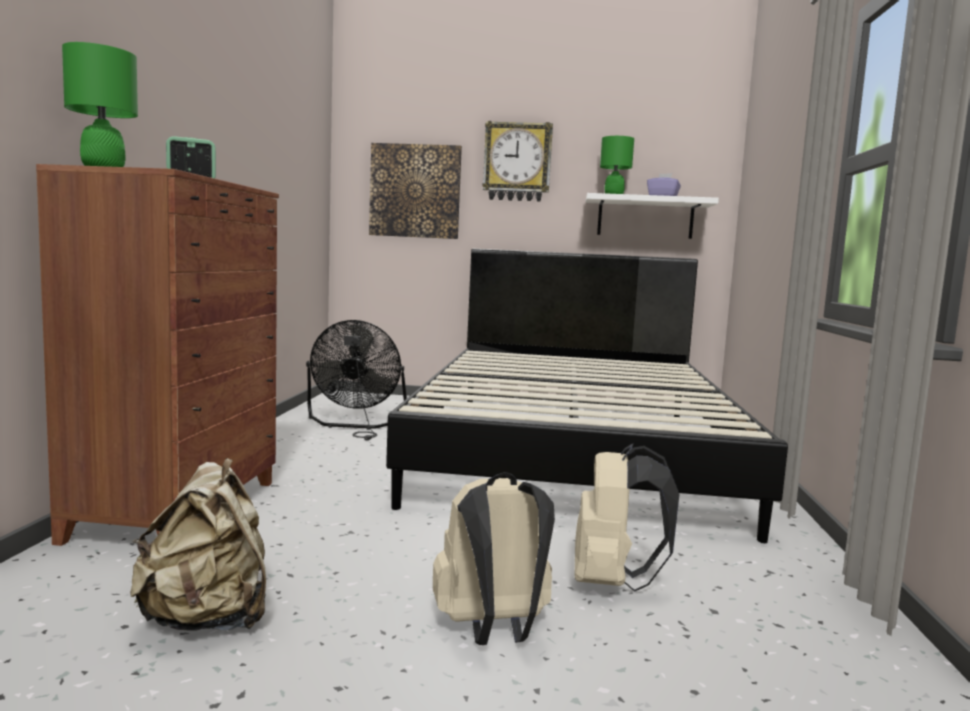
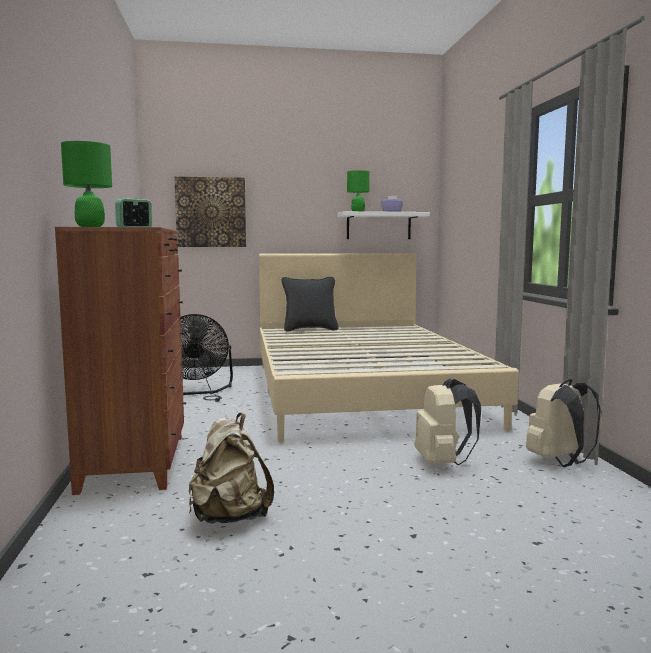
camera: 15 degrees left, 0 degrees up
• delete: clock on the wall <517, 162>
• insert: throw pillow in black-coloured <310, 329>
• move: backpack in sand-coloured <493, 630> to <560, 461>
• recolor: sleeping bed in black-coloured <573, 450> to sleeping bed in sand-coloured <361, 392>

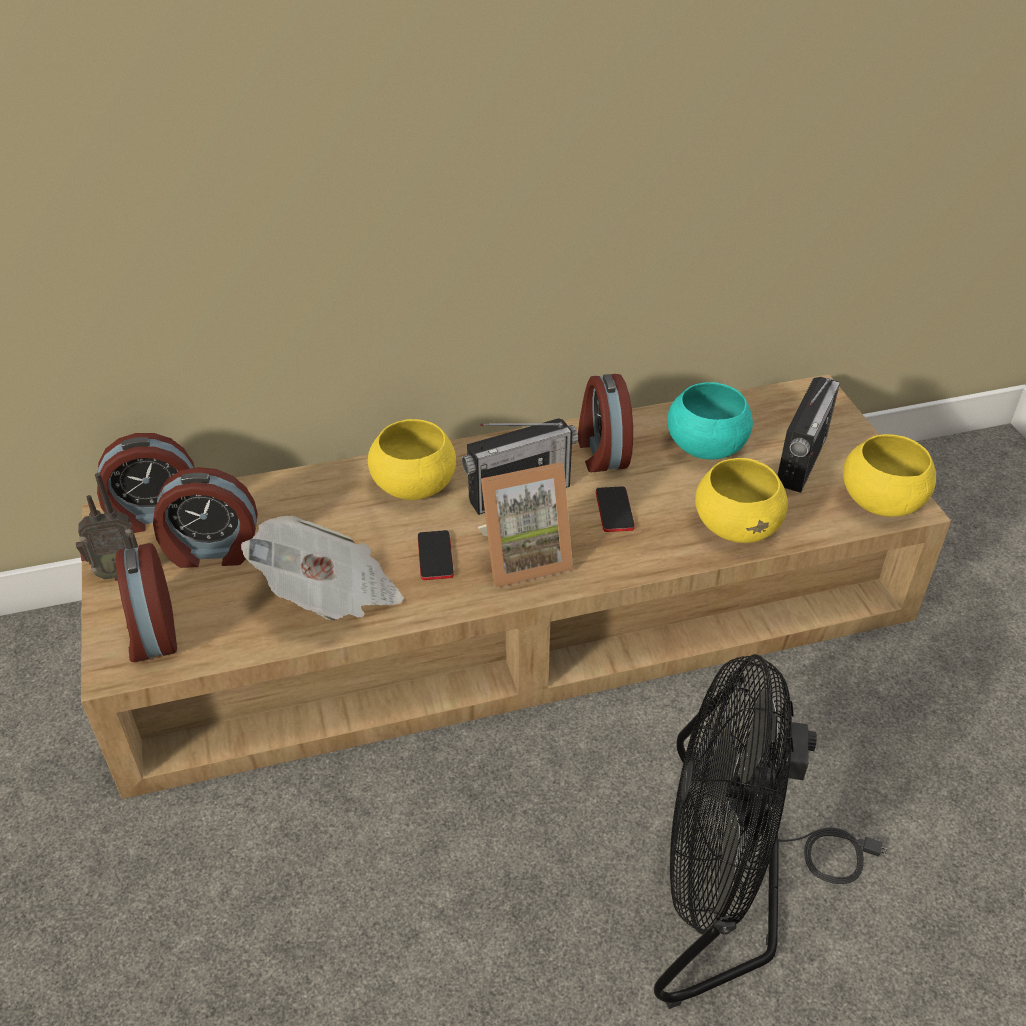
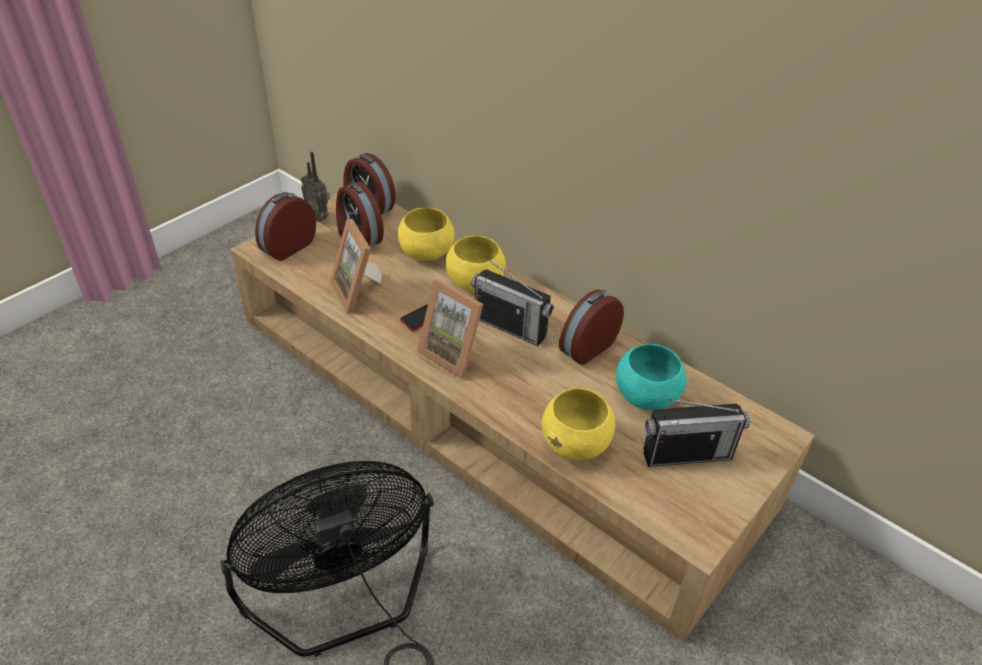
camera: 55 degrees right, 0 degrees up
• delete: telephone <614, 510>
• move: bowl in yellow <881, 503> to <425, 253>
• replace: printed paper <330, 596> to picture frame <359, 292>

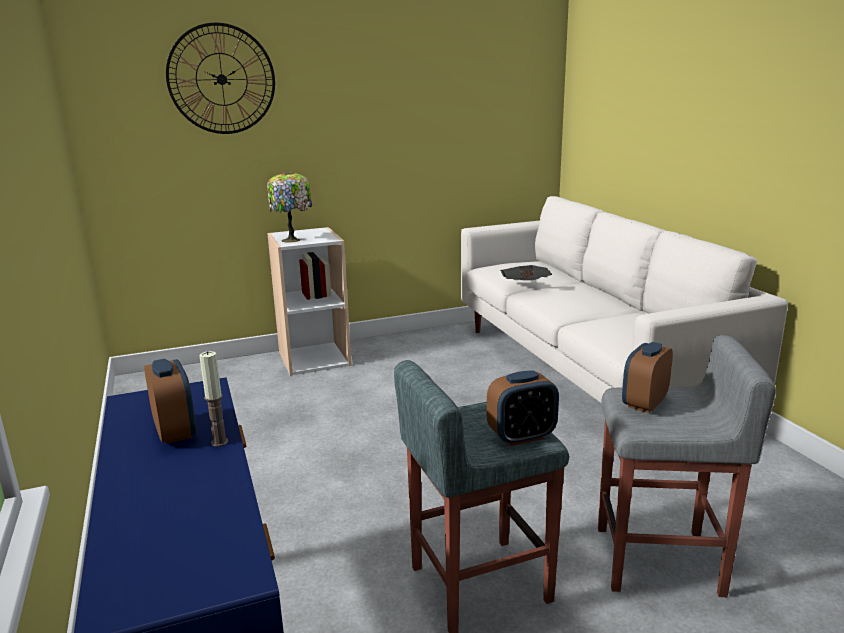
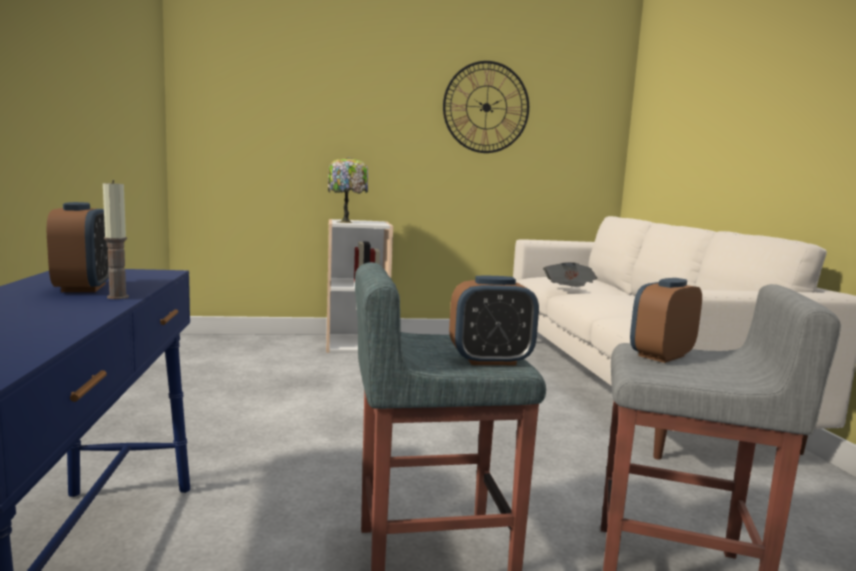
camera: 10 degrees right, 10 degrees down
• move: clock on the wall <221, 79> to <486, 107>

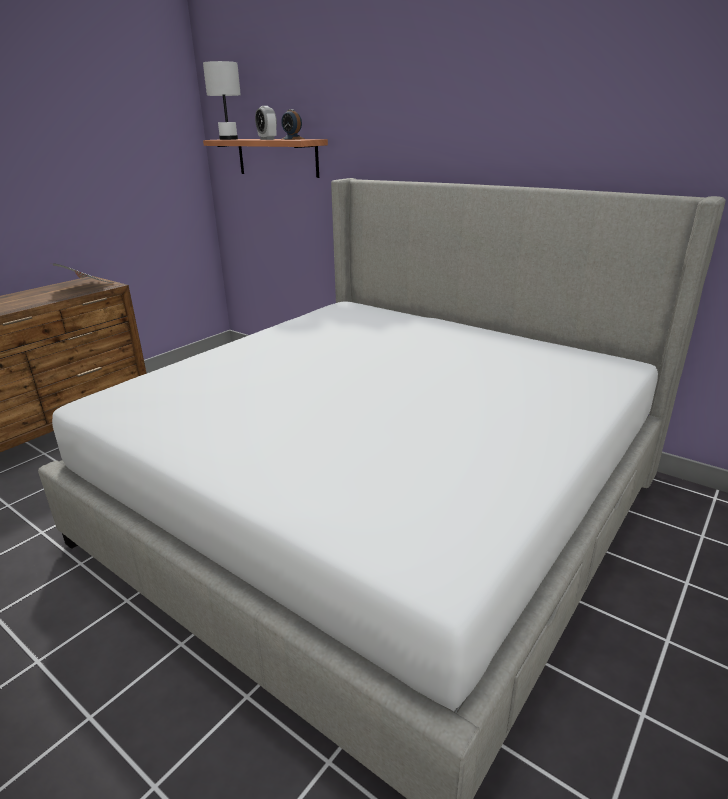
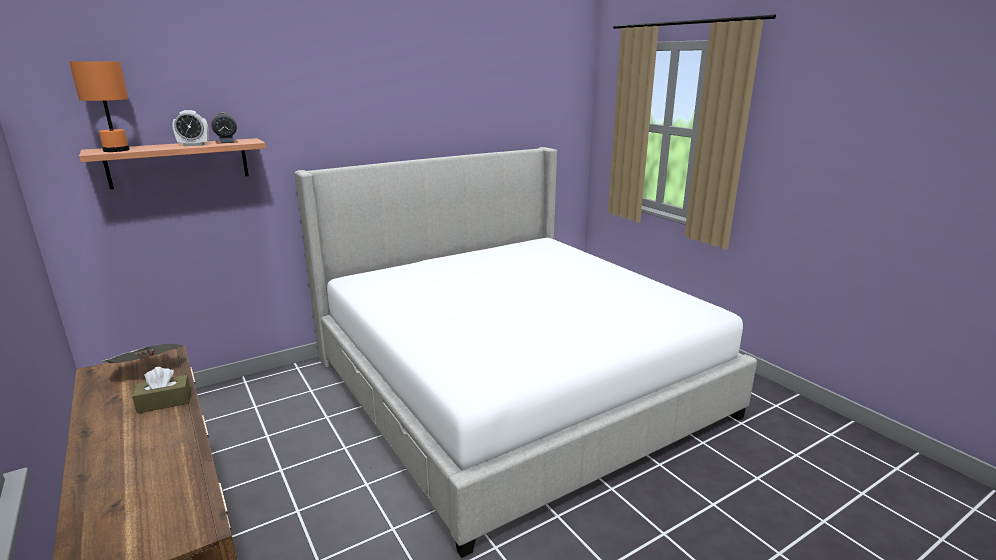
camera: 70 degrees left, 5 degrees down
• insert: tissue box in brownish <165, 402>
• recolor: lamp for a table in white-coloured <228, 139> to lamp for a table in orangey <115, 150>

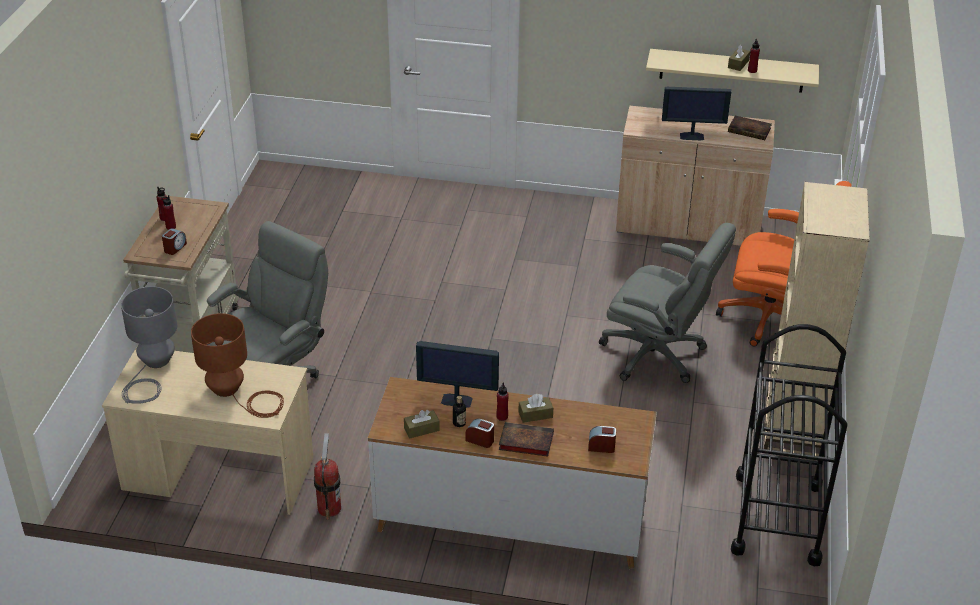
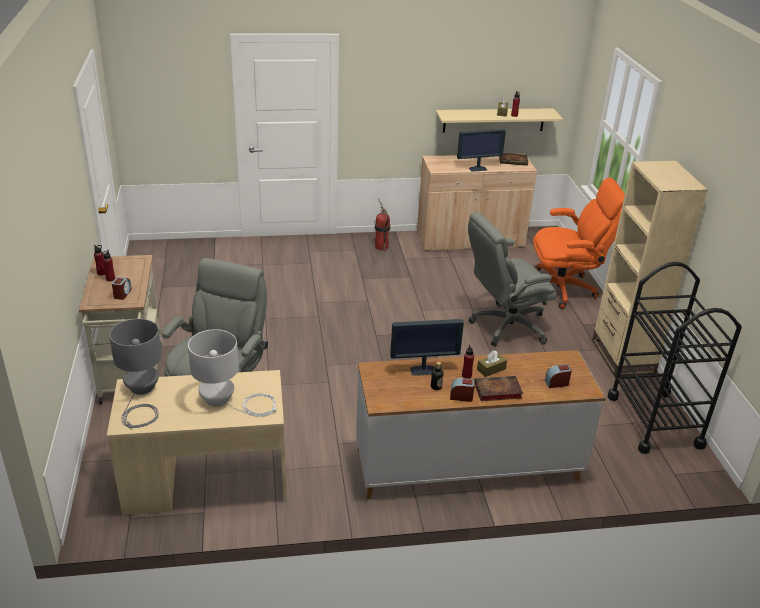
camera: 20 degrees left, 5 degrees down
• delete: tissue box in brownish <421, 429>
• move: fire-fighting cylinder <329, 508> to <381, 246>
• recolor: lamp for a table in brownish <240, 394> to lamp for a table in grey <233, 401>
• rotate: office chair in grey <659, 357> = <504, 327> 150 degrees clockwise

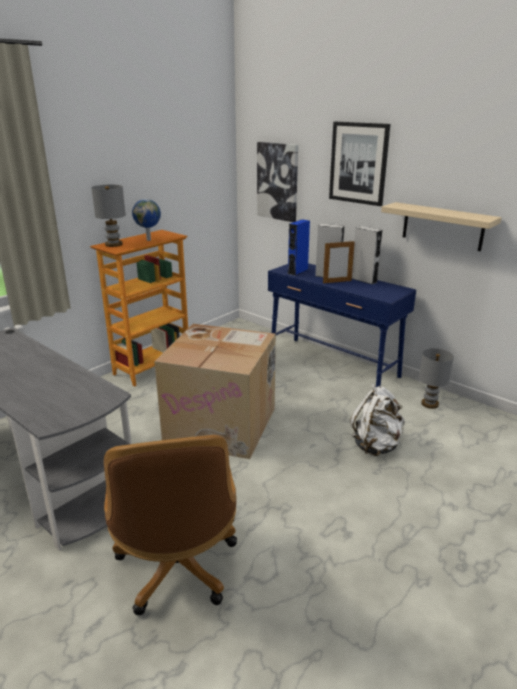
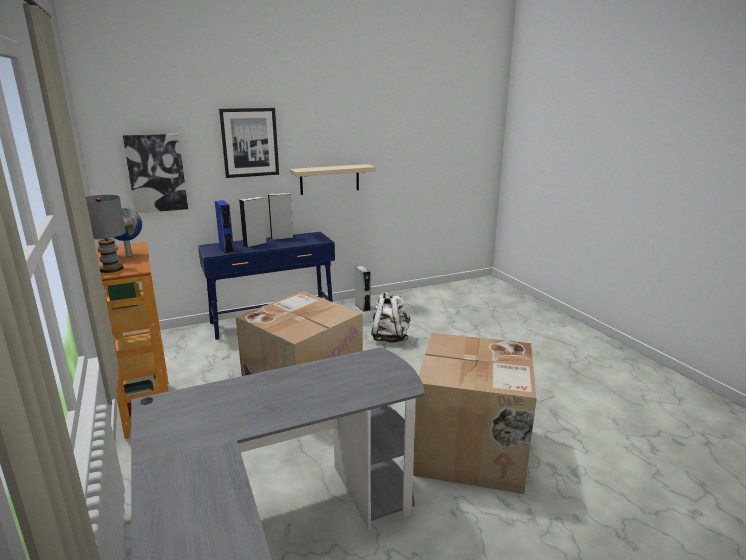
camera: 65 degrees left, 5 degrees down
• delete: picture frame <337, 282>
• replace: office chair in brownish <178, 576> to carton <472, 450>
• replace: lamp for a table in grey <430, 404> to loudspeaker in grey <362, 307>

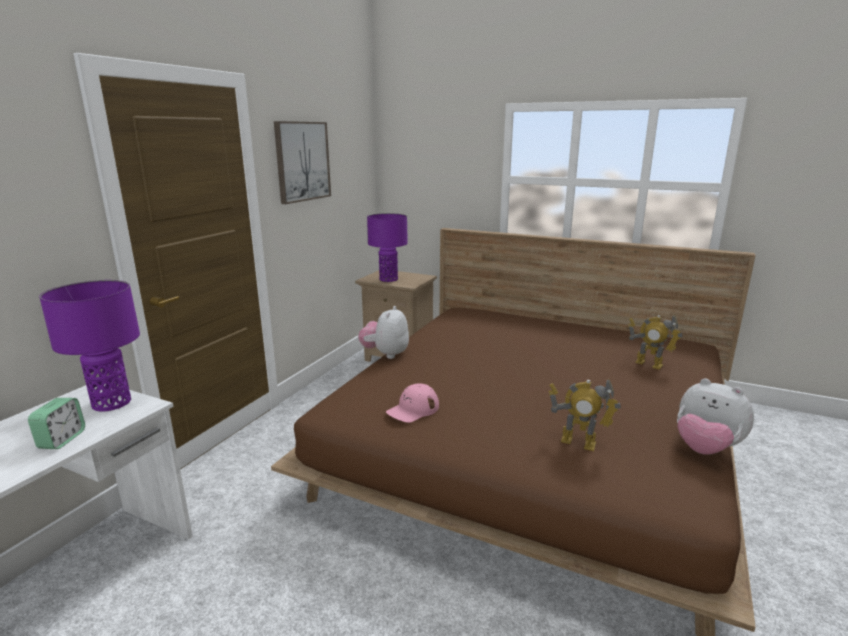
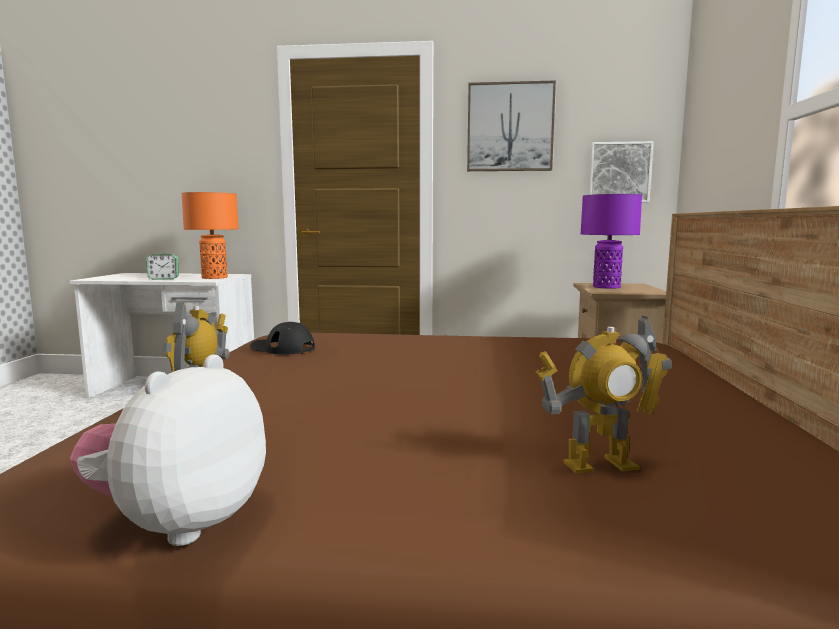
camera: 70 degrees right, 10 degrees down
• delete: plush toy <385, 354>
• insert: picture <619, 173>
• recolor: lamp for a table in purple-coloured <112, 403> to lamp for a table in orangey <214, 277>
• recolor: cap in pink <413, 409> to cap in black-coloured <282, 348>
• rotate: model robot <649, 364> = <600, 464> 120 degrees counterclockwise

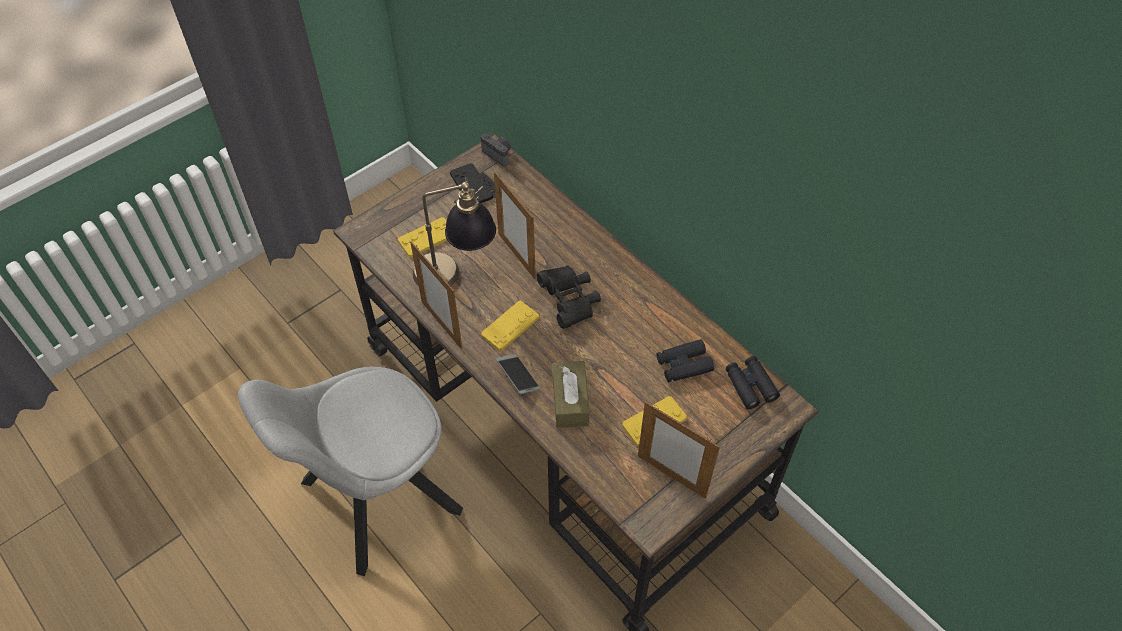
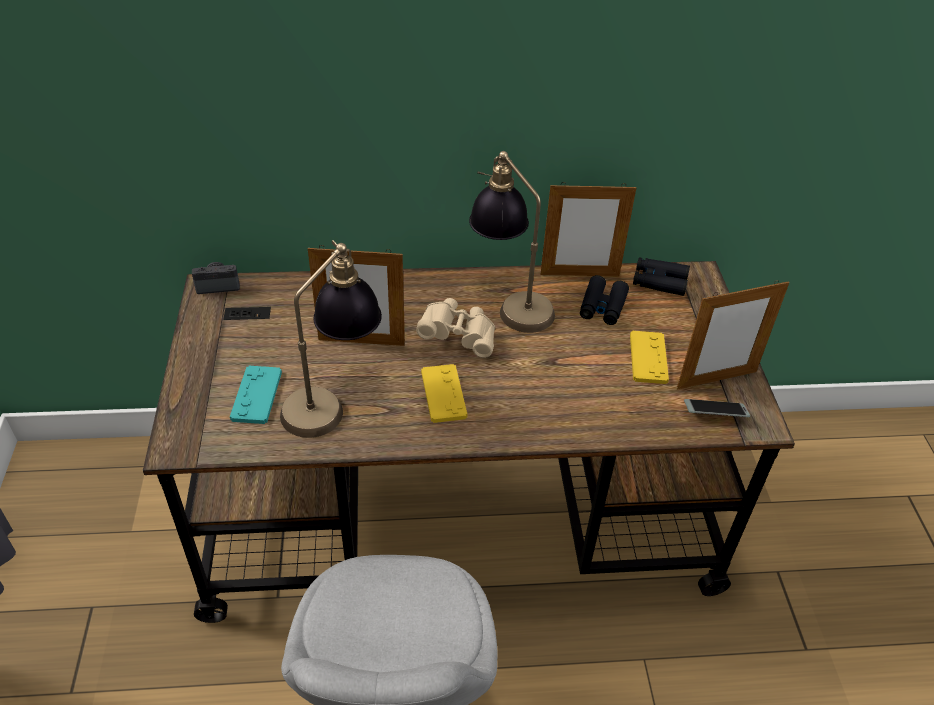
camera: 55 degrees left, 10 degrees down
• delete: game controller in black-coloured <471, 186>
• delete: tissue box in brownish <570, 401>
• insert: lamp for a table <510, 301>
• move: picture frame <441, 325> to <579, 275>
• move: telephone <518, 377> to <714, 412>
• recolor: game controller in yellow <427, 238> to game controller in turquoise-coloured <256, 395>
• recolor: pair of binoculars in black-coloured <570, 302> to pair of binoculars in sand-coloured <458, 337>

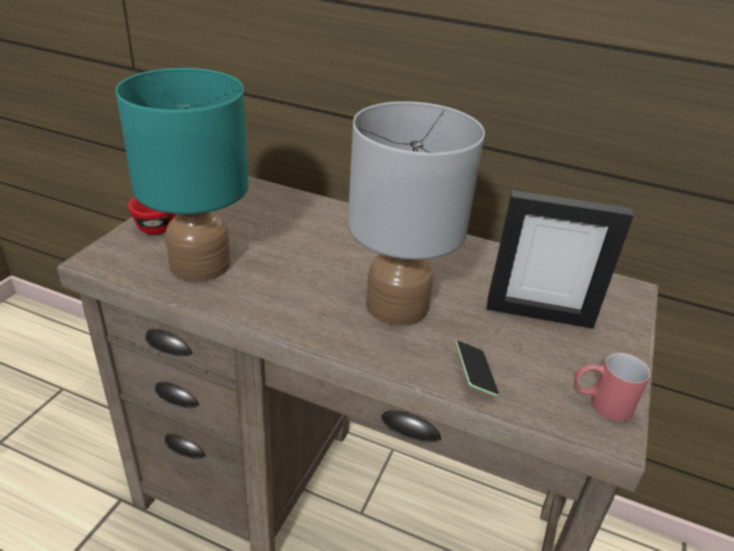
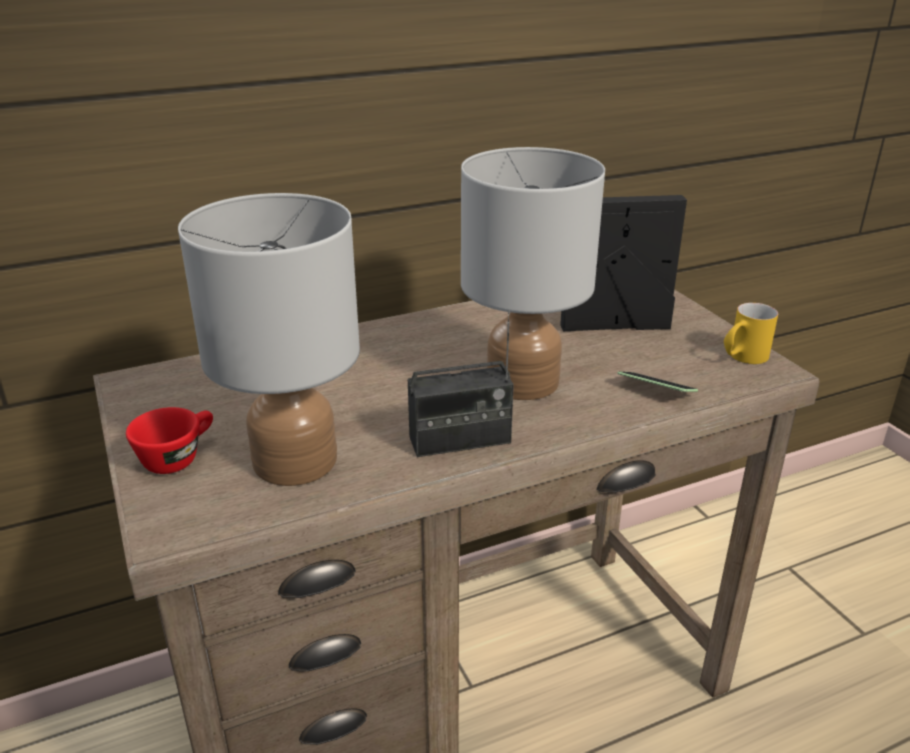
camera: 45 degrees left, 5 degrees down
• insert: radio set <460, 440>
• recolor: lamp for a table in turquoise-coloured <199, 264> to lamp for a table in grey <293, 461>
• recolor: tea mug in red-coloured <600, 403> to tea mug in yellow <742, 358>
• rotate: picture frame <539, 313> = <615, 327> 150 degrees counterclockwise

